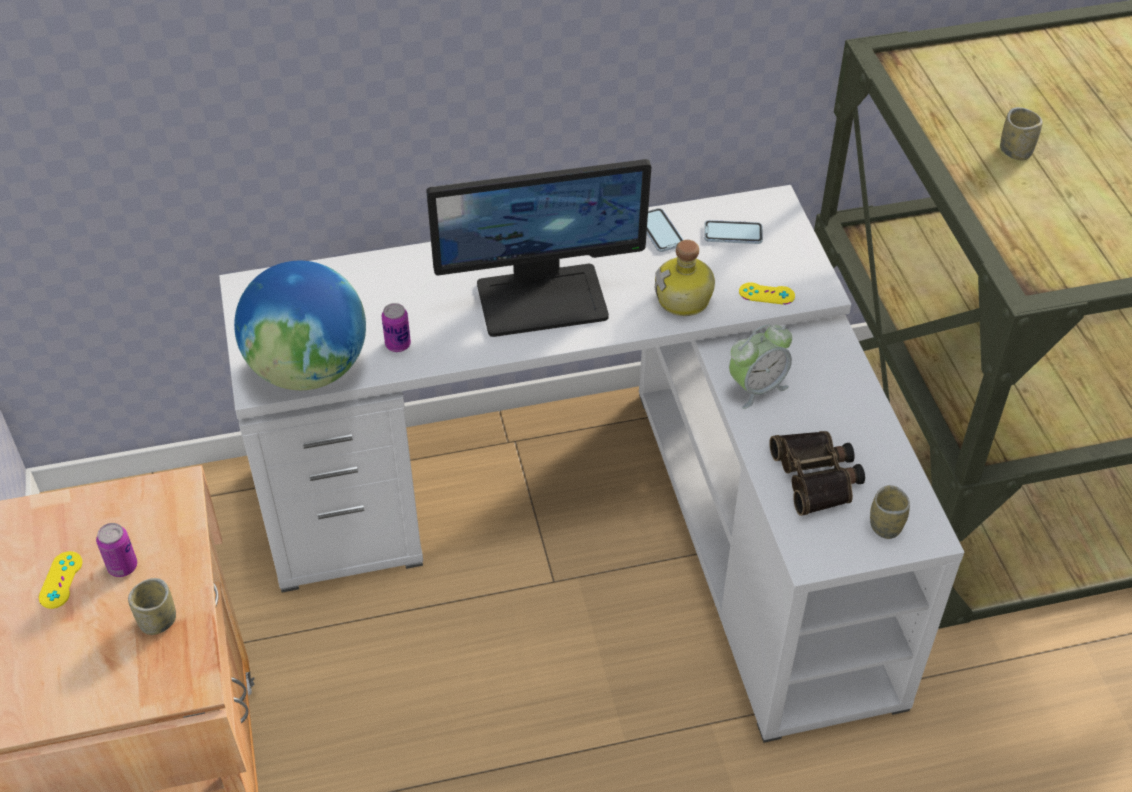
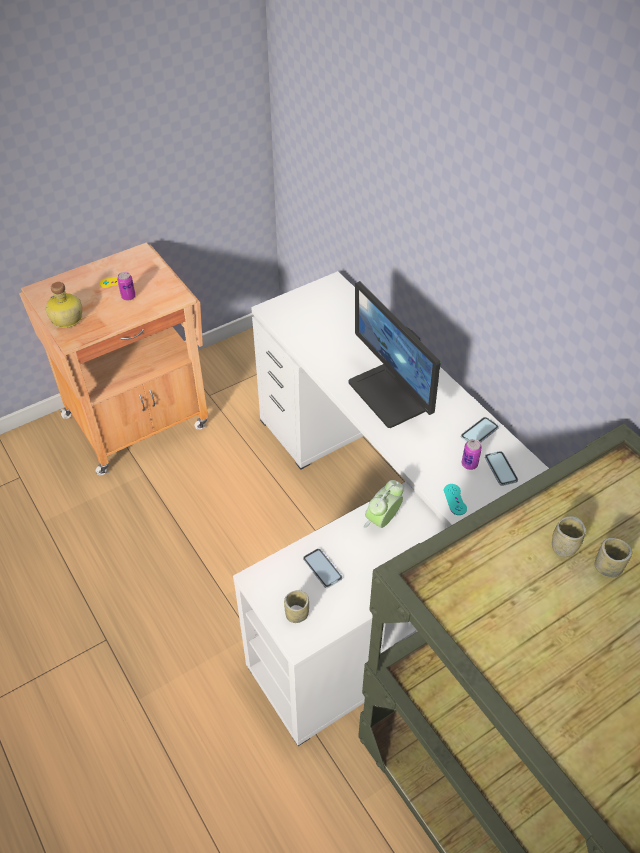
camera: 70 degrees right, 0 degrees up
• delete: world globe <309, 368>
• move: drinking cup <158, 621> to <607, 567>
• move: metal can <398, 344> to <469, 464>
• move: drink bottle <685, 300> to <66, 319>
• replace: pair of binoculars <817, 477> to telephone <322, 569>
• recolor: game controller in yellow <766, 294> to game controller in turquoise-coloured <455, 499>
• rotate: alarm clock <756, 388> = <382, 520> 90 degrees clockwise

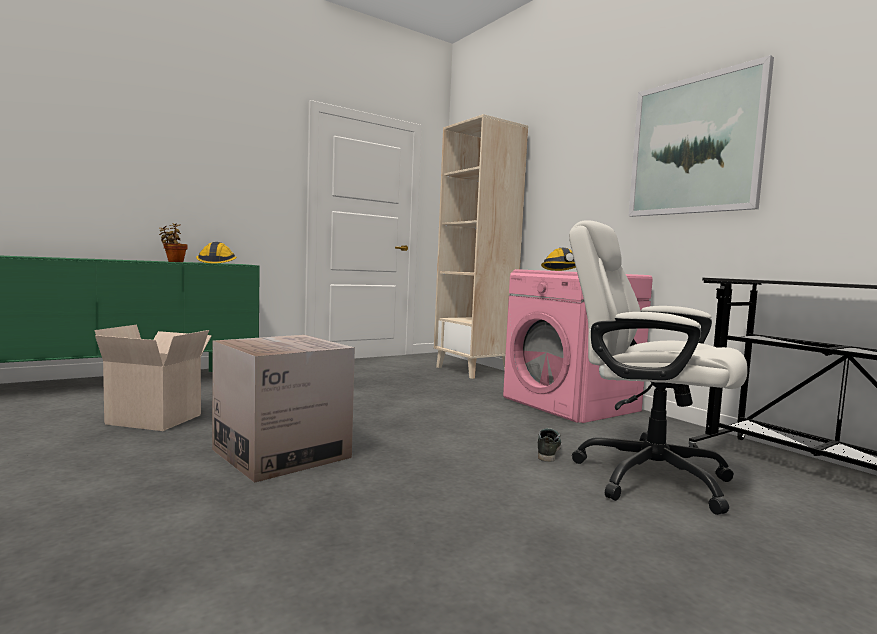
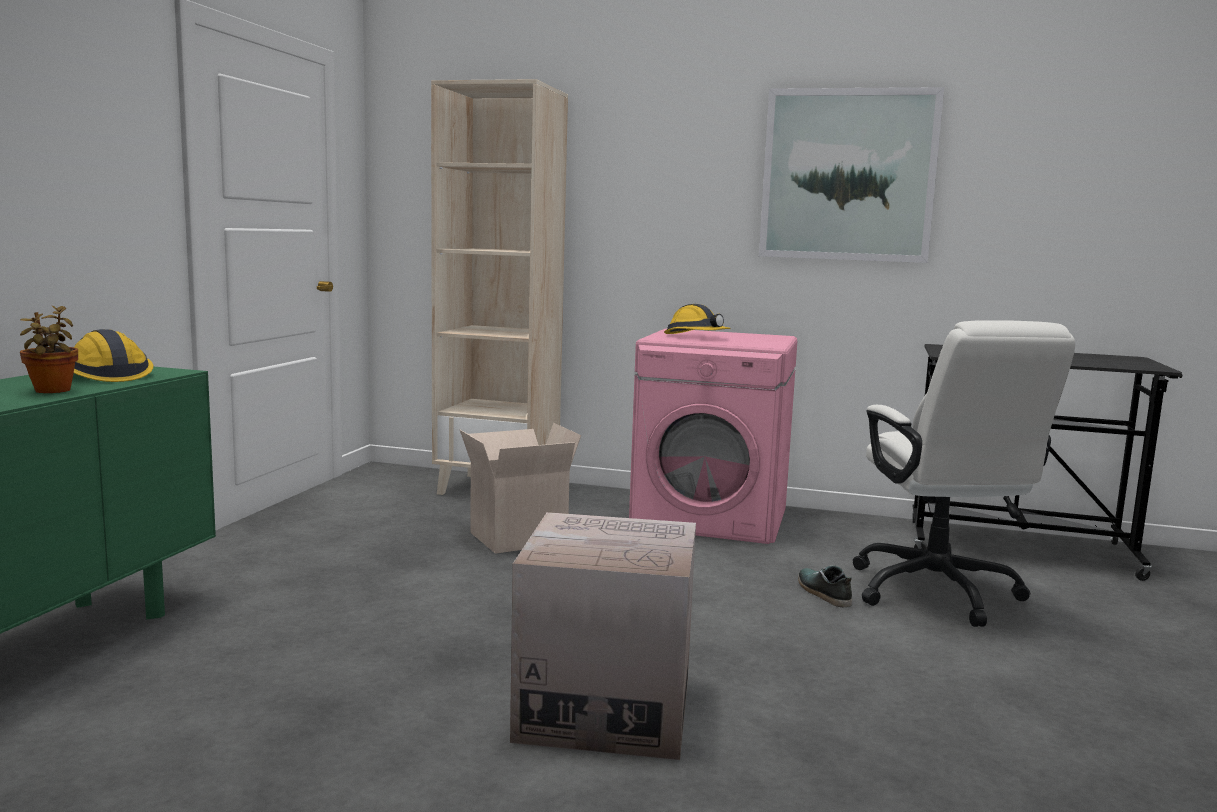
camera: 40 degrees left, 5 degrees up
• move: carton <157, 419> to <518, 537>
• rotate: office chair in white-coloured <642, 477> = <939, 595> 90 degrees counterclockwise

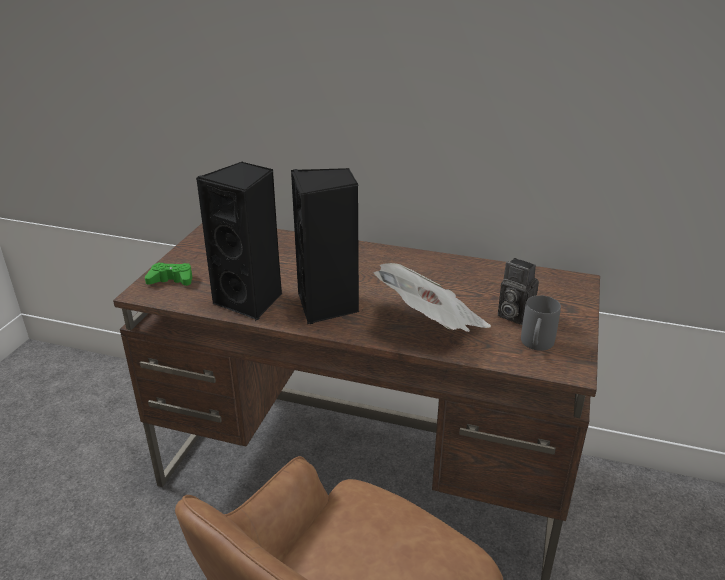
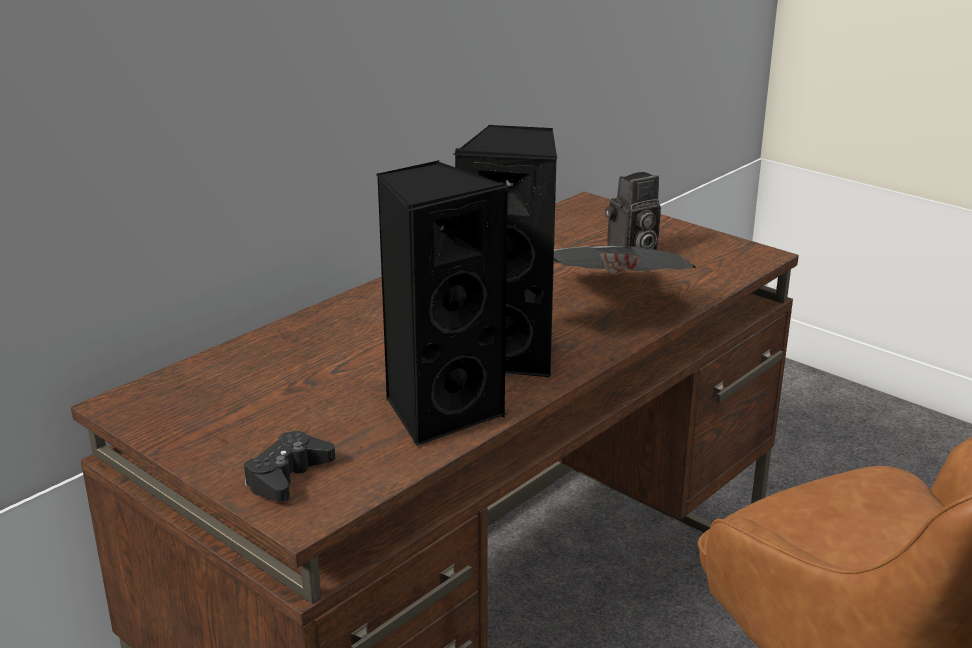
camera: 65 degrees left, 5 degrees down
• delete: tea mug in grey <536, 345>
• recolor: game controller in green-coloured <171, 280> to game controller in black-coloured <288, 476>

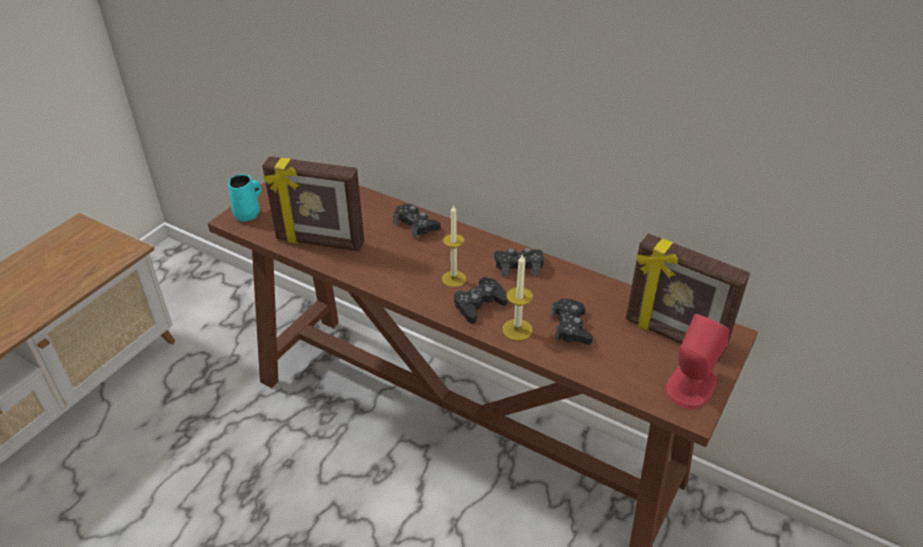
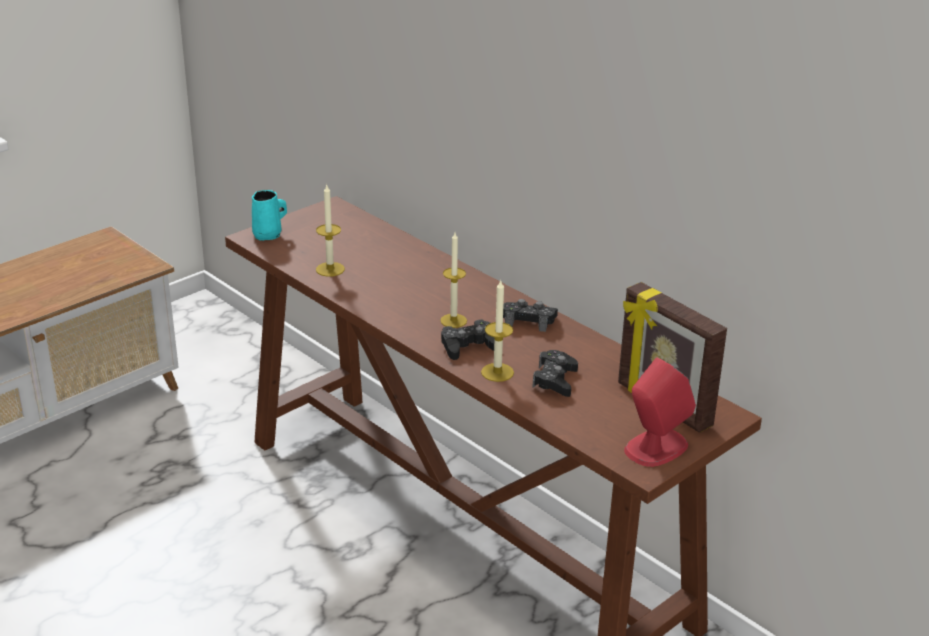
camera: 15 degrees right, 10 degrees down
• delete: game controller in black-coloured <416, 225>
• replace: picture frame <319, 242> to candle <330, 269>

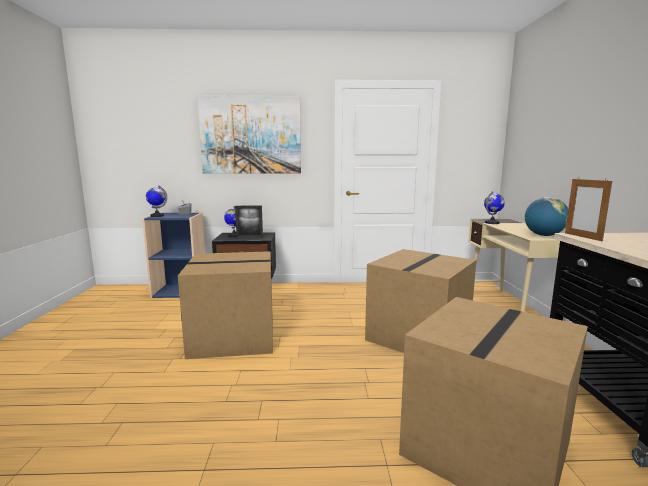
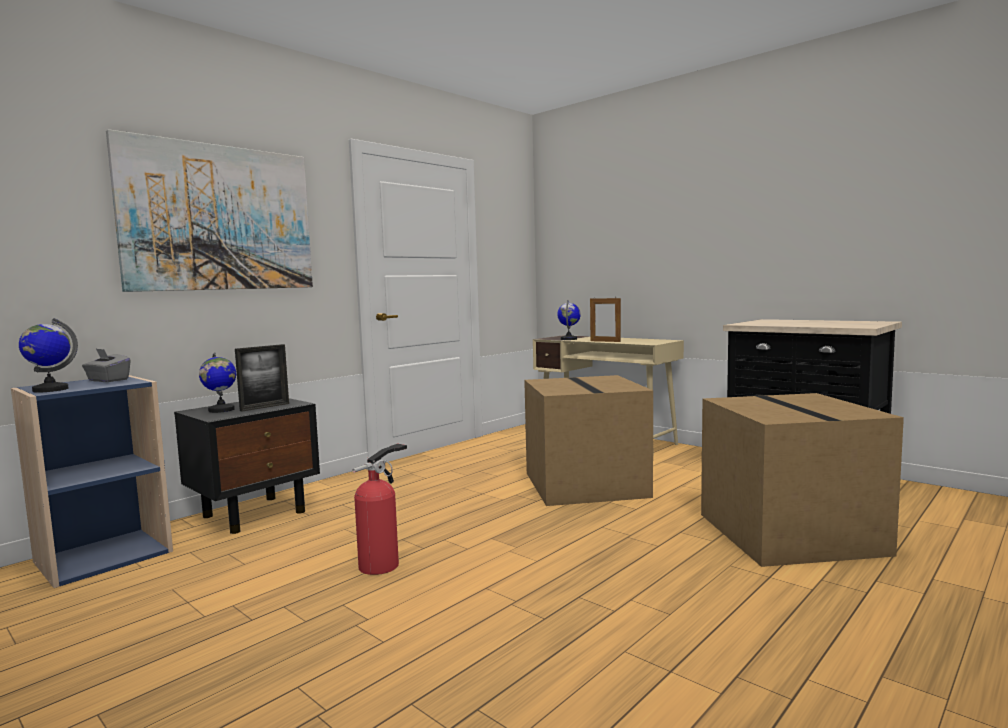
camera: 45 degrees left, 5 degrees down
• delete: world globe <544, 235>
• move: picture frame <582, 237> to <605, 341>
• replace: carton <235, 336> to fire-fighting cylinder <382, 564>

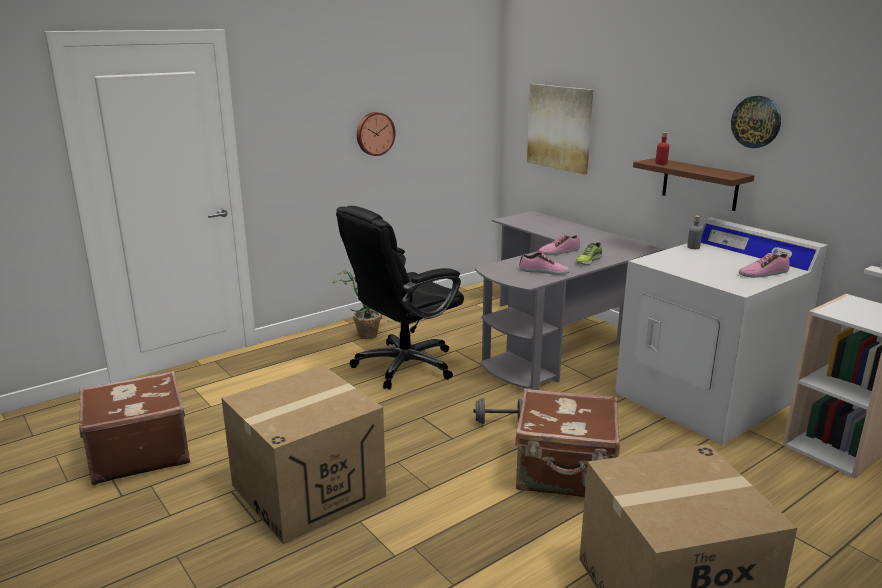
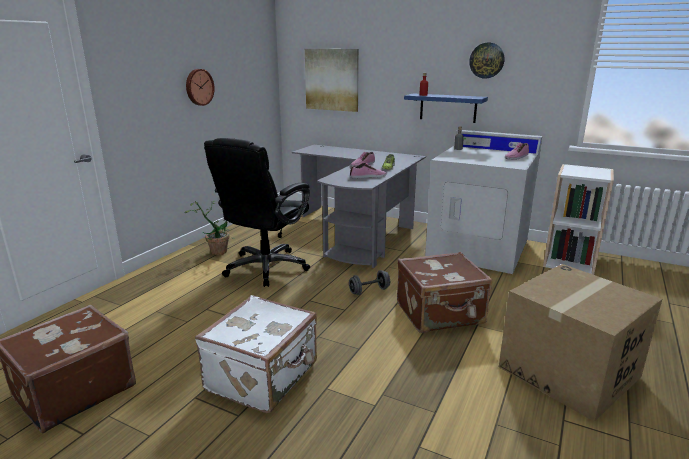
camera: 25 degrees left, 0 degrees up
• replace: carton <308, 490> to piece of luggage in white-coloured <264, 377>
• recolor: wall shelf in brownish <700, 184> to wall shelf in blue-coloured <448, 108>

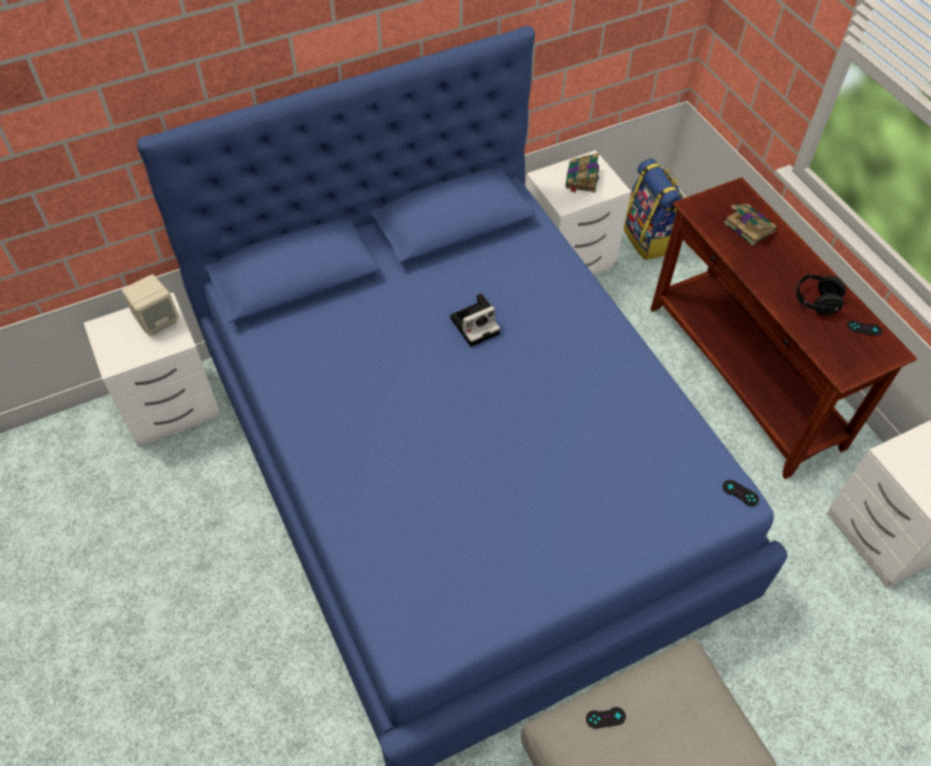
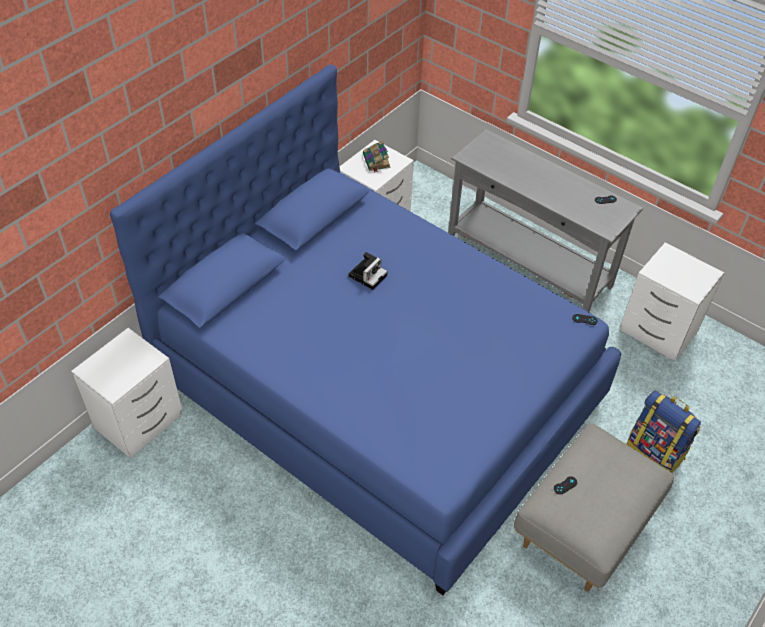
camera: 25 degrees left, 5 degrees down
• delete: loudspeaker in sand-coloured <157, 320>
• delete: volume <748, 226>
• delete: headphones in black-coloured <815, 302>
• move: backpack <648, 238> to <656, 451>
• recolor: hall table in brownish <745, 376> to hall table in grey <529, 263>

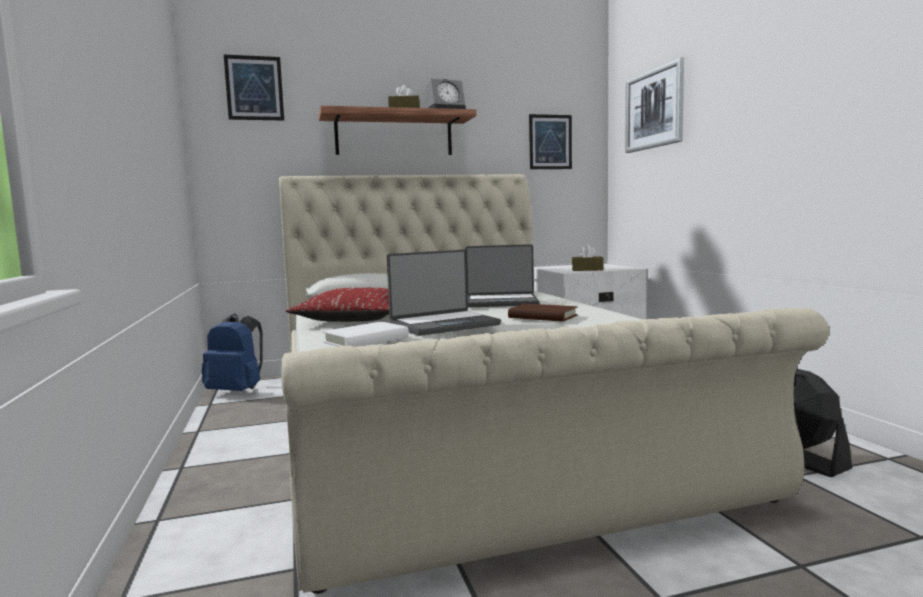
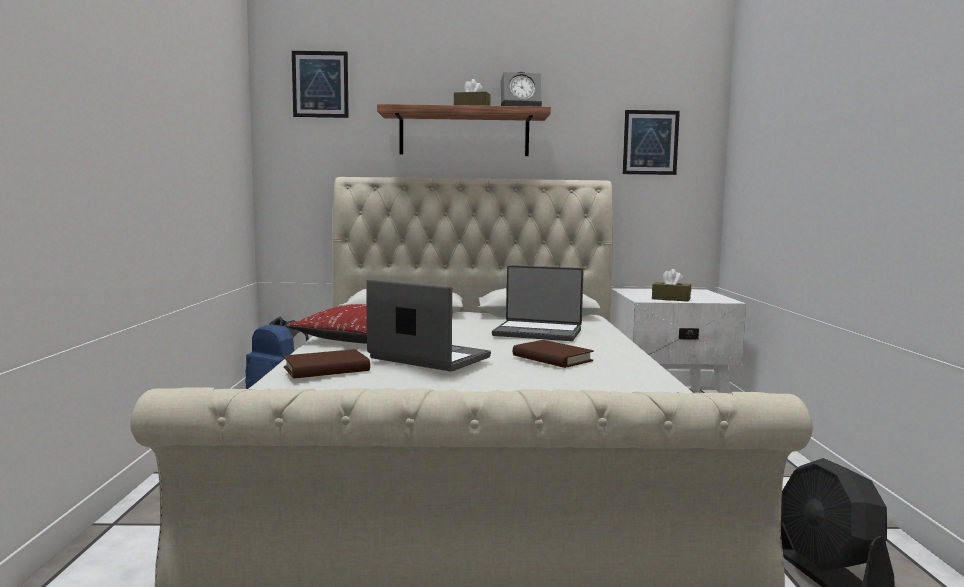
camera: 15 degrees right, 0 degrees up
• delete: picture <654, 109>
• recolor: volume in white-coloured <366, 340> to volume in brownish <326, 369>
• rotate: notebook computer <443, 325> = <428, 358> 135 degrees counterclockwise

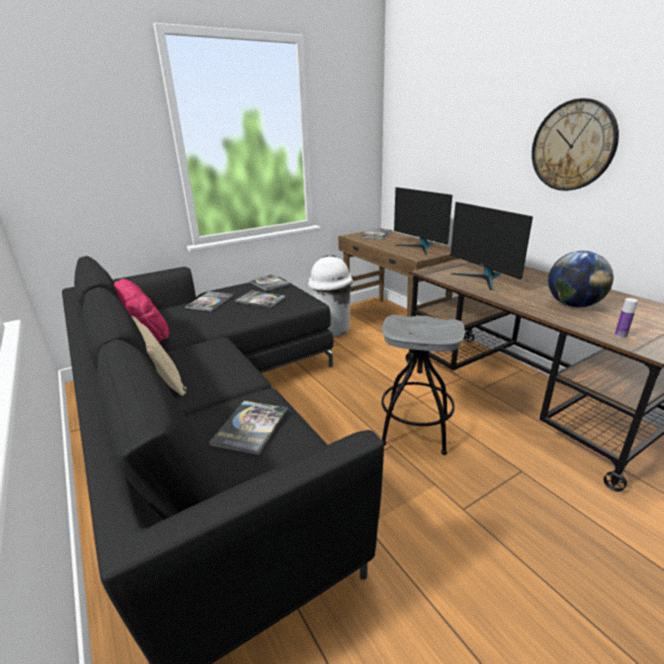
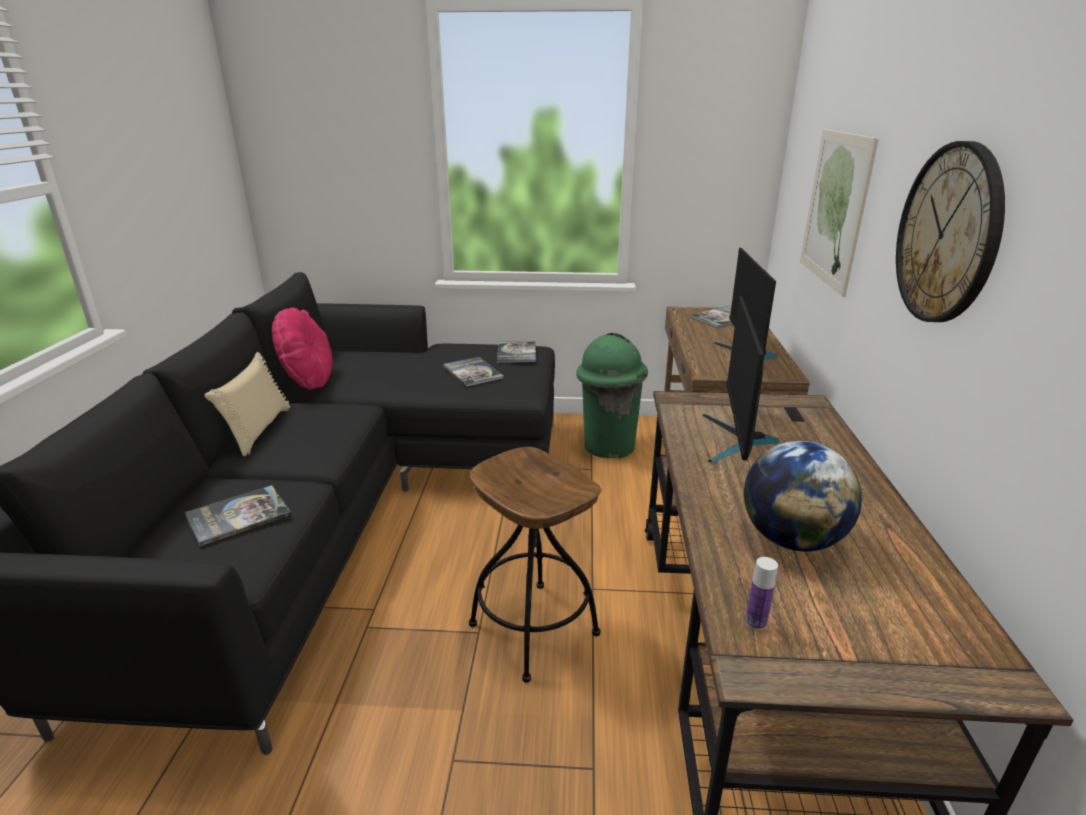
camera: 35 degrees right, 0 degrees up
• delete: volume <210, 302>
• insert: picture <835, 208>
• recolor: waste bin in white-coloured <332, 330> to waste bin in green-coloured <608, 446>
• recolor: stool seat in grey <415, 429> to stool seat in brownish <533, 628>

